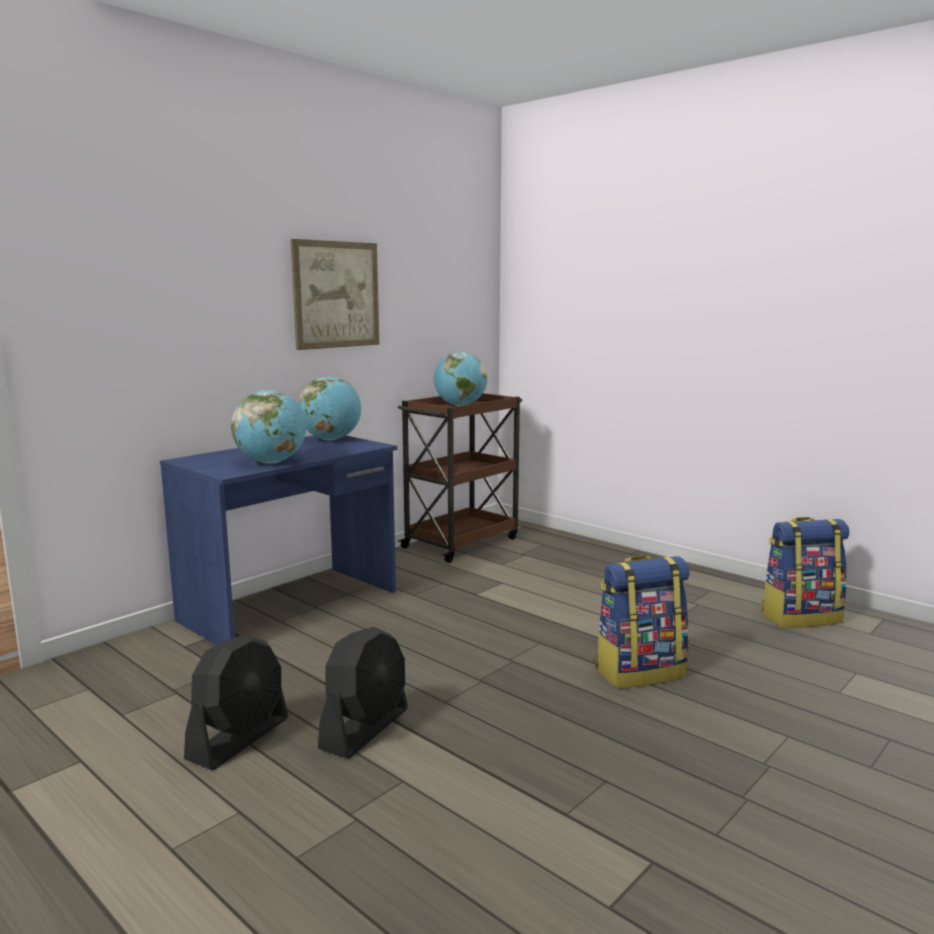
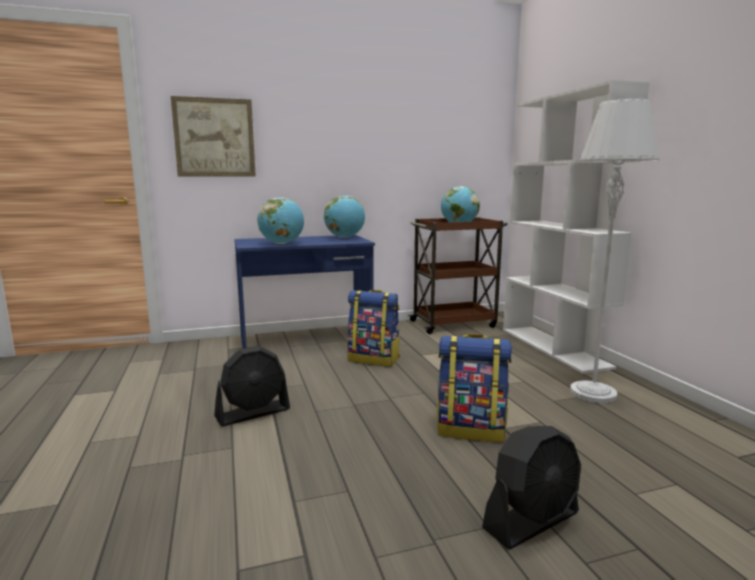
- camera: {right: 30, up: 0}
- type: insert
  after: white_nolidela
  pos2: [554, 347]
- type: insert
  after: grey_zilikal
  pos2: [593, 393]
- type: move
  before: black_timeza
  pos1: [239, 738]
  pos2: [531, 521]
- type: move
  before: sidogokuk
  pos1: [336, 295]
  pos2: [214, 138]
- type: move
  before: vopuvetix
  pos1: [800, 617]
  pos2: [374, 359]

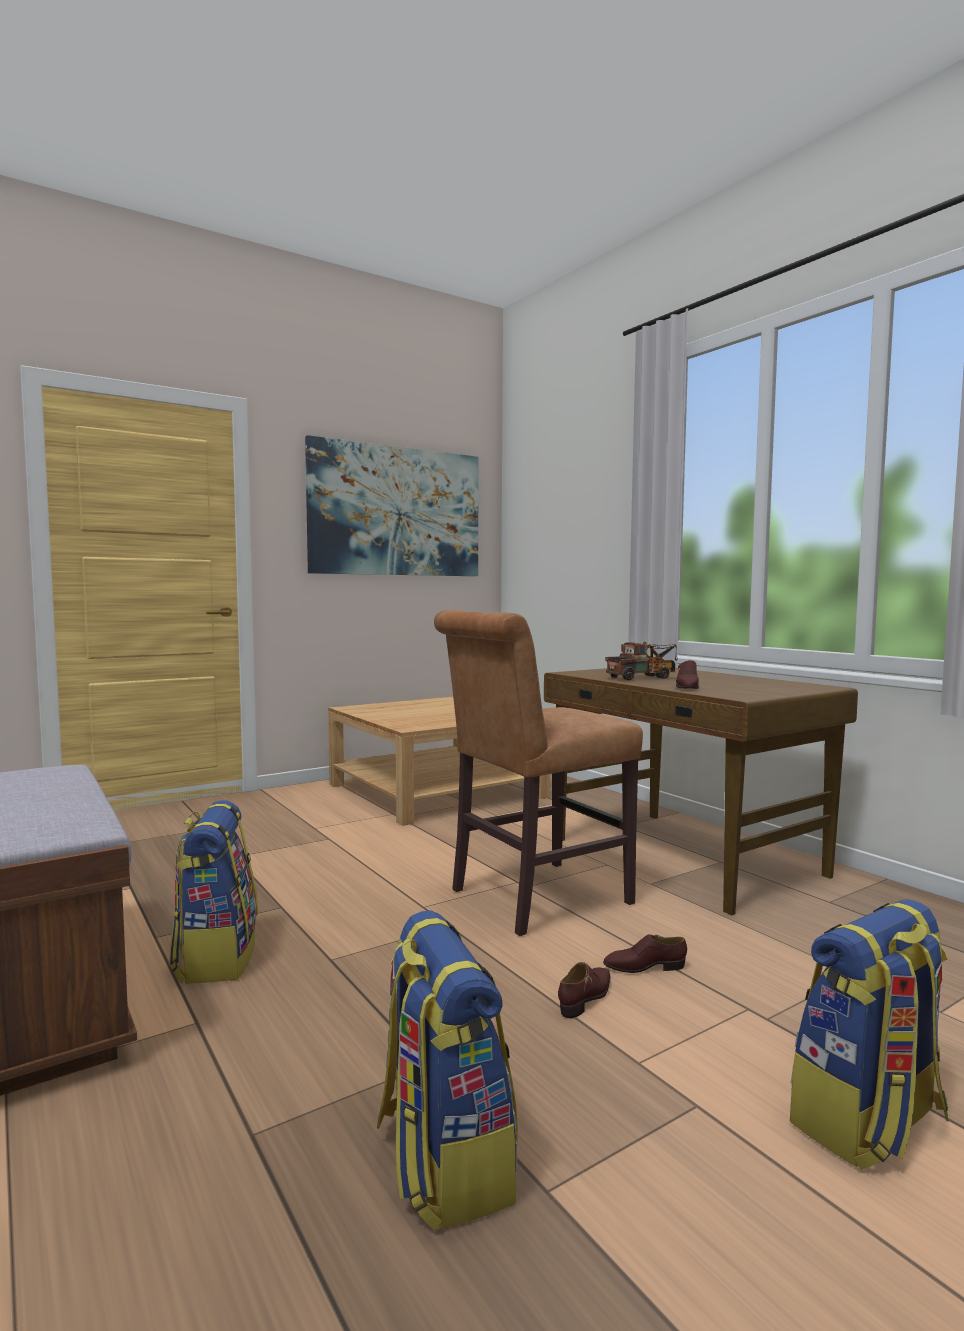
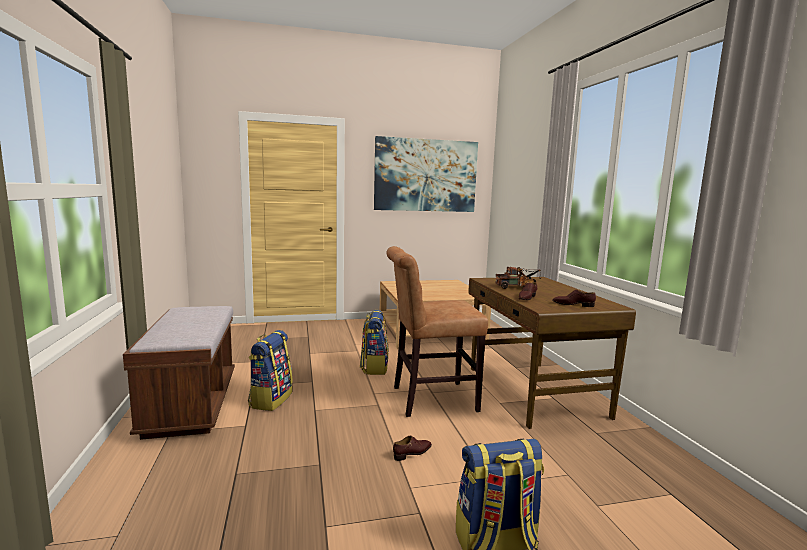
- camera: {right: 20, up: 5}
- type: move
  before: vopuvetix
  pos1: [443, 1161]
  pos2: [374, 367]
- type: move
  before: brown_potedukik
  pos1: [644, 967]
  pos2: [573, 305]

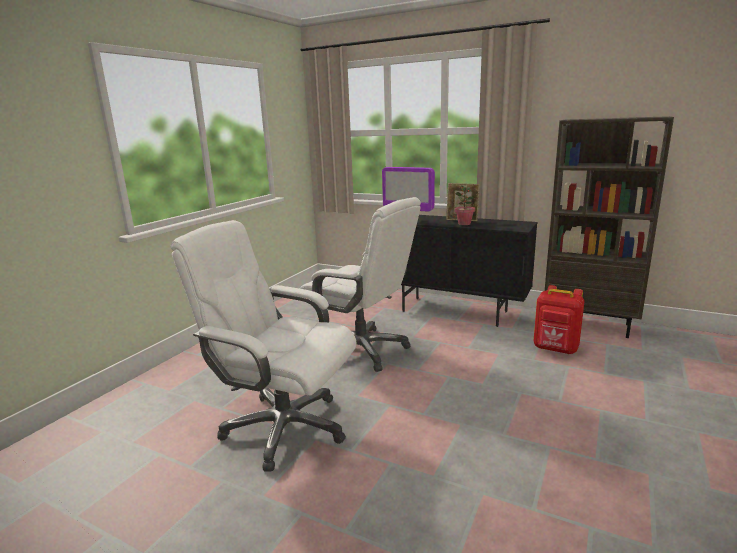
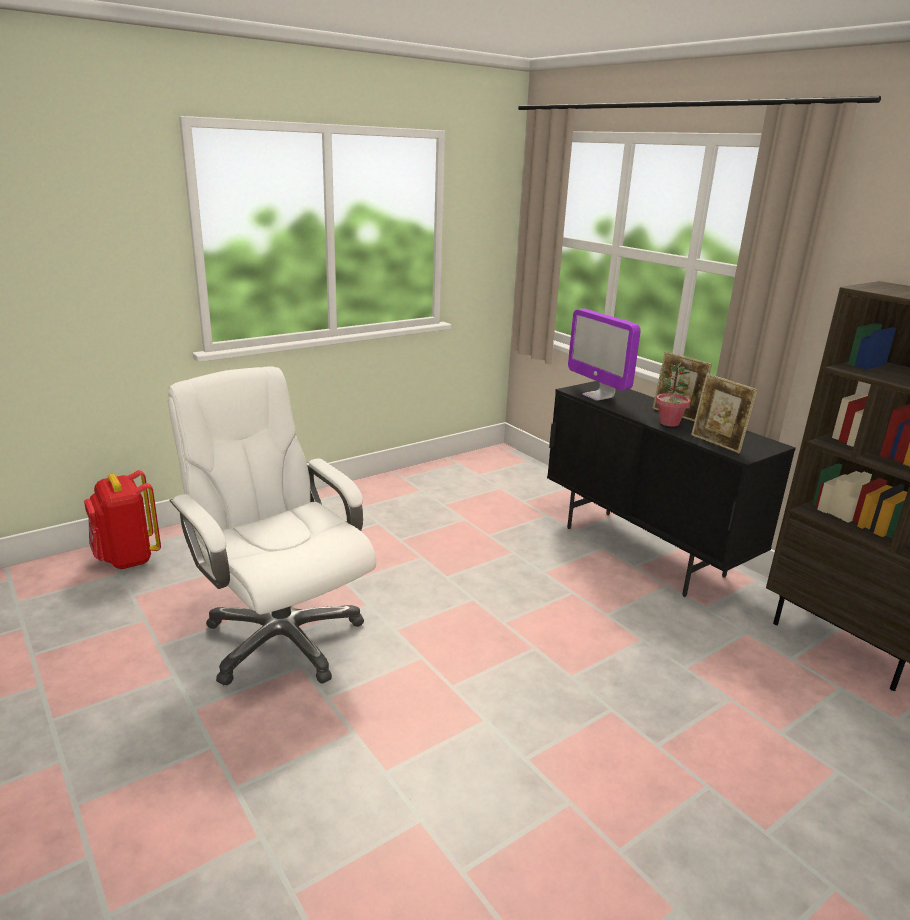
- camera: {right: 25, up: 5}
- type: delete
  before: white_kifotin
  pos1: [362, 350]
- type: insert
  after: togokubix
  pos2: [716, 443]
- type: move
  before: red_vopuvetix
  pos1: [555, 349]
  pos2: [127, 558]

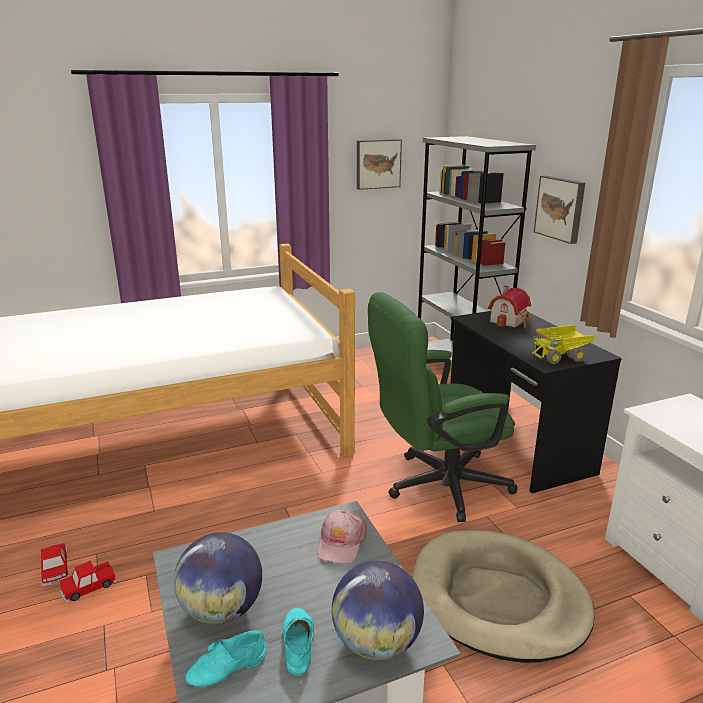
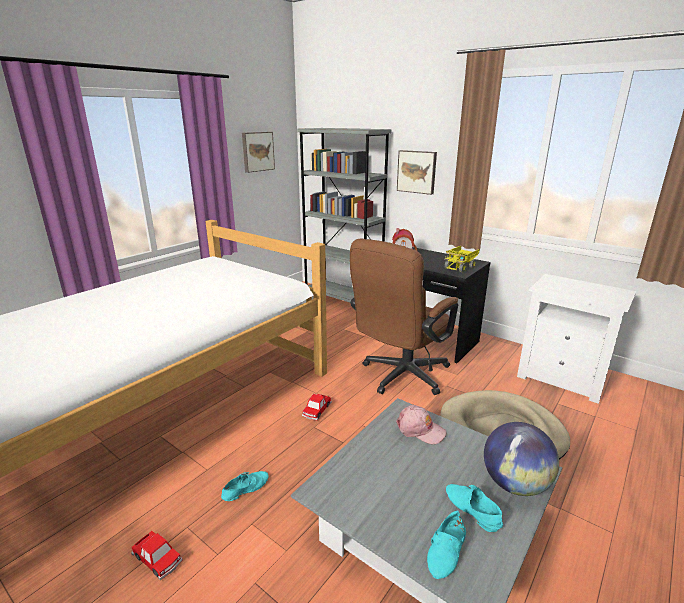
- camera: {right: -30, up: 0}
- type: delete
  before: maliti
  pos1: [222, 609]
- type: insert
  after: turquoise_potedukik
  pos2: [245, 488]
- type: move
  before: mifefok
  pos1: [88, 586]
  pos2: [316, 410]
- type: recolor
  before: green_kifotin
  after: brown_kifotin
  pos1: [437, 486]
  pos2: [400, 377]
- type: rotate
  before: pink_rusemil
  pos1: [341, 542]
  pos2: [420, 429]
  turn: -45

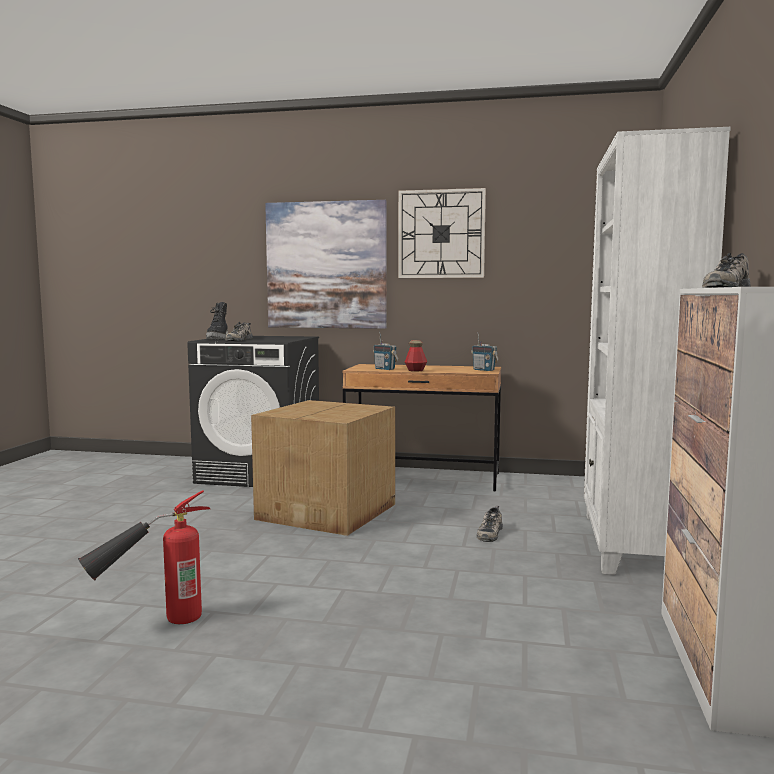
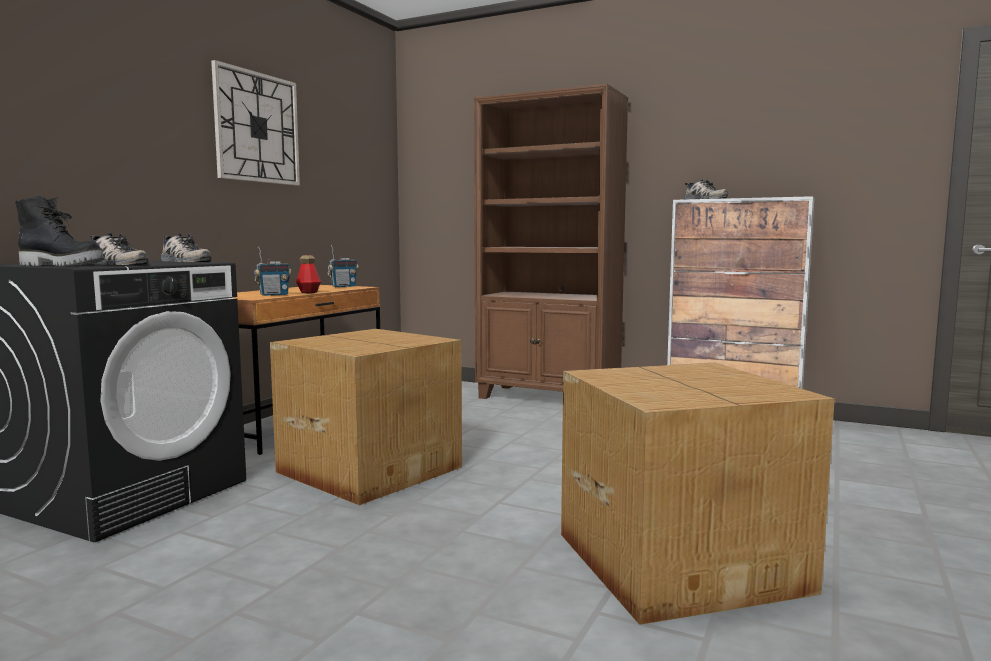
- camera: {right: -75, up: 0}
- type: delete
  before: sidogokuk
  pos1: [326, 265]
- type: move
  before: potedukik
  pos1: [489, 533]
  pos2: [183, 261]
- type: replace
  before: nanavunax
  after: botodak
  pos1: [151, 624]
  pos2: [680, 560]
- type: recolor
  before: white_nolidela
  after: brown_nolidela
  pos1: [633, 545]
  pos2: [548, 398]

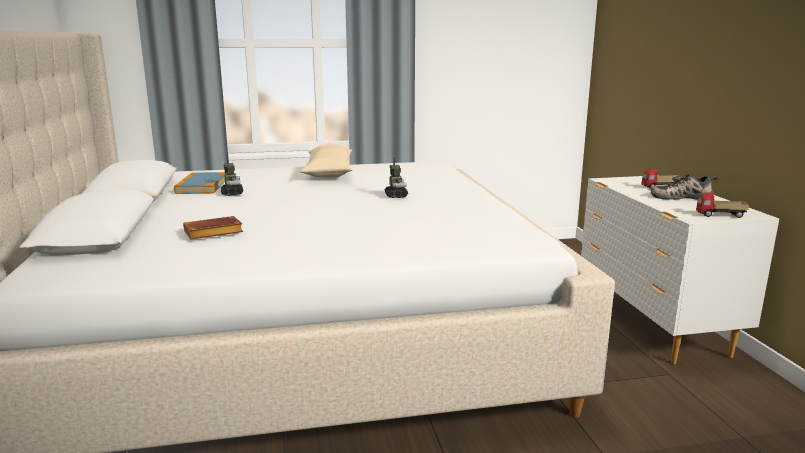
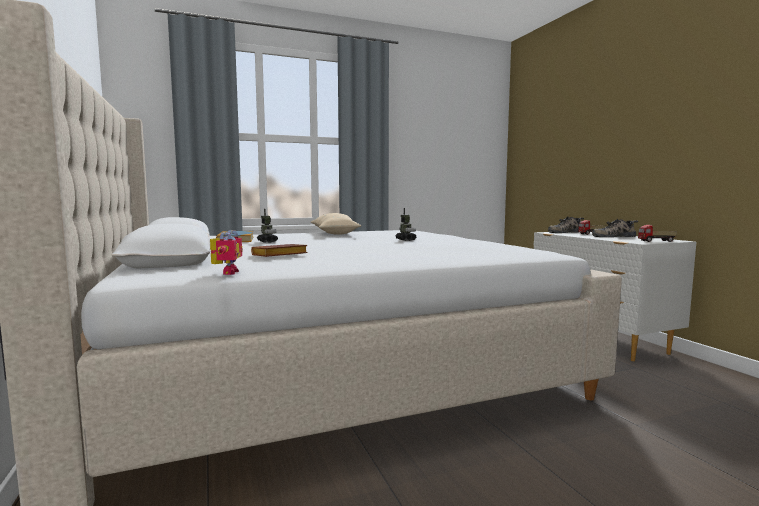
- camera: {right: -10, up: -10}
- type: insert
  after: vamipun
  pos2: [226, 273]
- type: insert
  after: potedukik
  pos2: [564, 232]

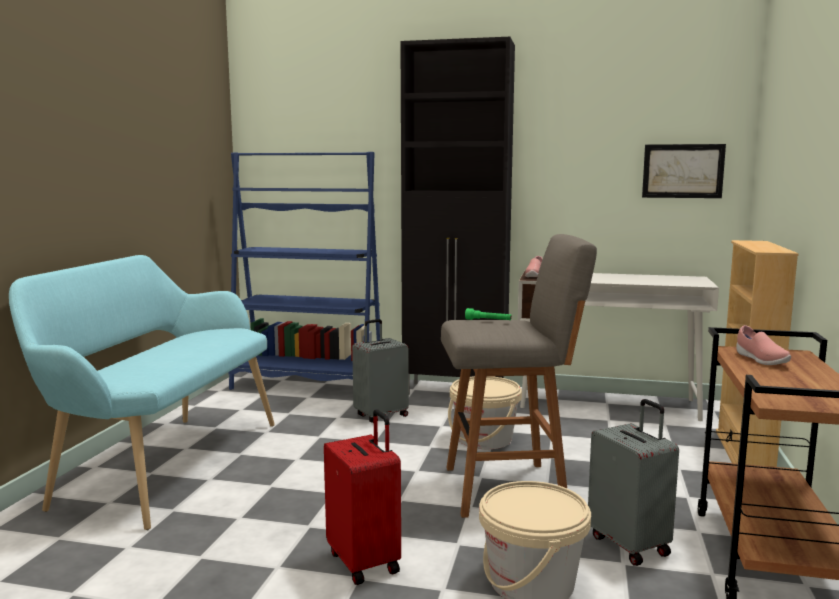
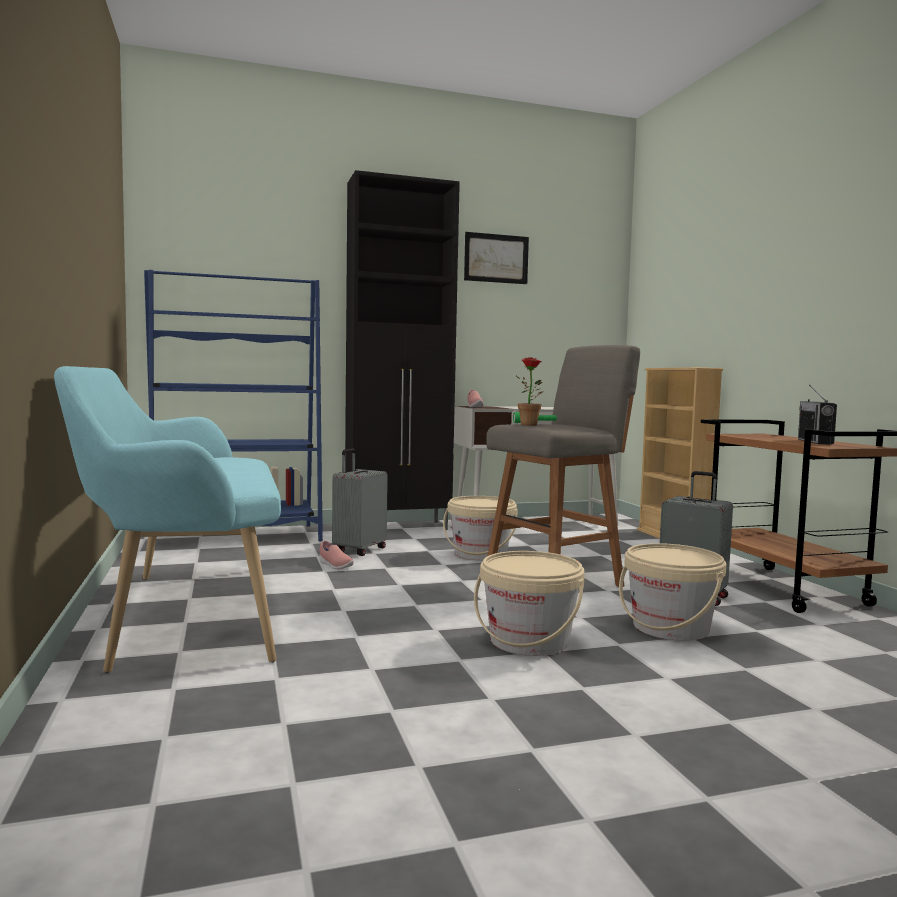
- camera: {right: -30, up: -5}
- type: insert
  after: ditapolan
  pos2: [531, 425]
- type: insert
  after: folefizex
  pos2: [815, 442]
- type: move
  before: sidogokuk
  pos1: [683, 171]
  pos2: [496, 258]
- type: move
  before: pink_potedukik
  pos1: [760, 360]
  pos2: [335, 565]
- type: replace
  before: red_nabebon
  after: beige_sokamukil
  pos1: [365, 562]
  pos2: [529, 641]

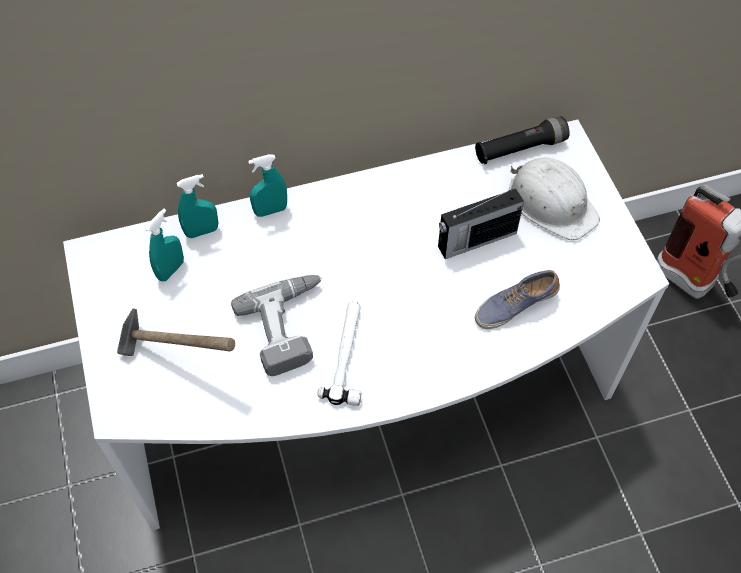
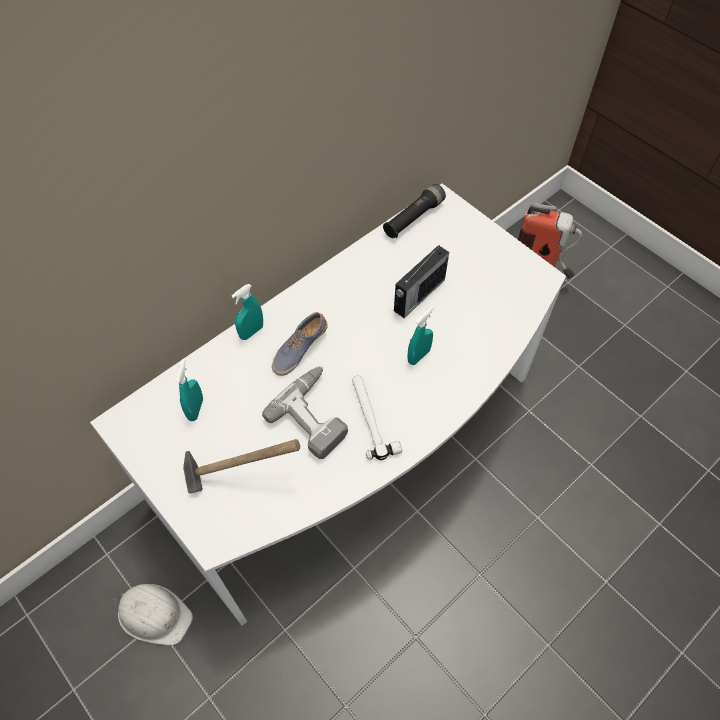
- camera: {right: -25, up: 0}
- type: move
  before: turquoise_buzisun
  pos1: [202, 231]
  pos2: [418, 356]
- type: move
  before: potedukik
  pos1: [515, 305]
  pos2: [299, 349]
- type: move
  before: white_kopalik
  pos1: [551, 202]
  pos2: [154, 614]

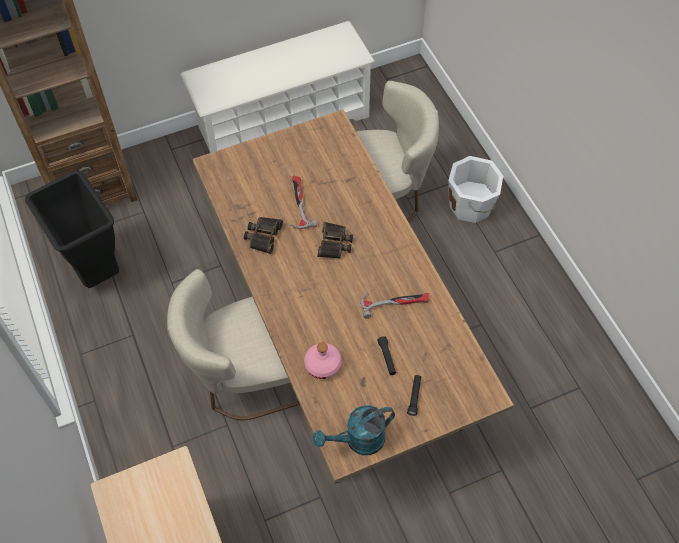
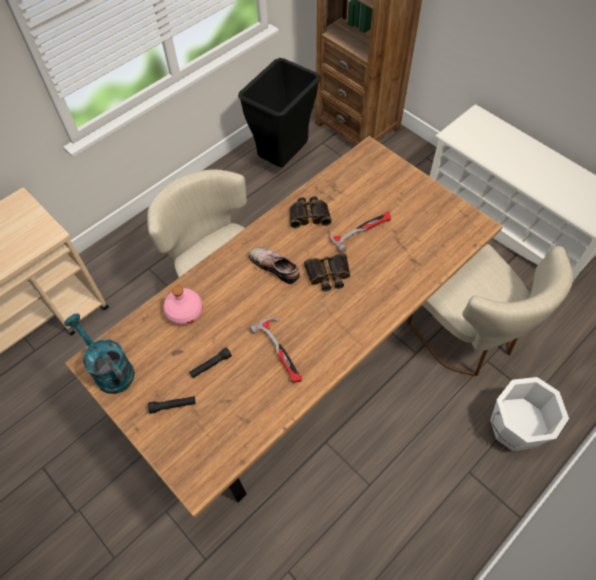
- camera: {right: 70, up: 0}
- type: insert
  after: potedukik
  pos2: [276, 266]

